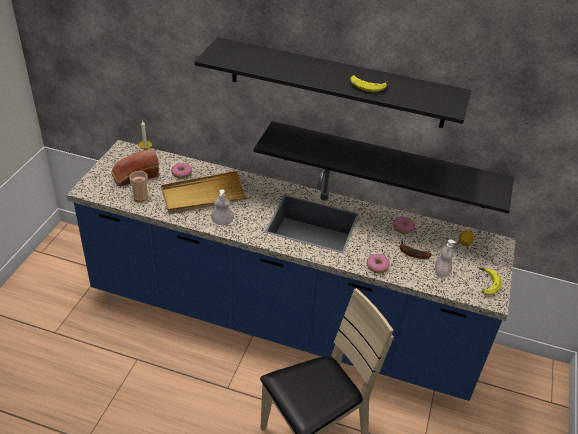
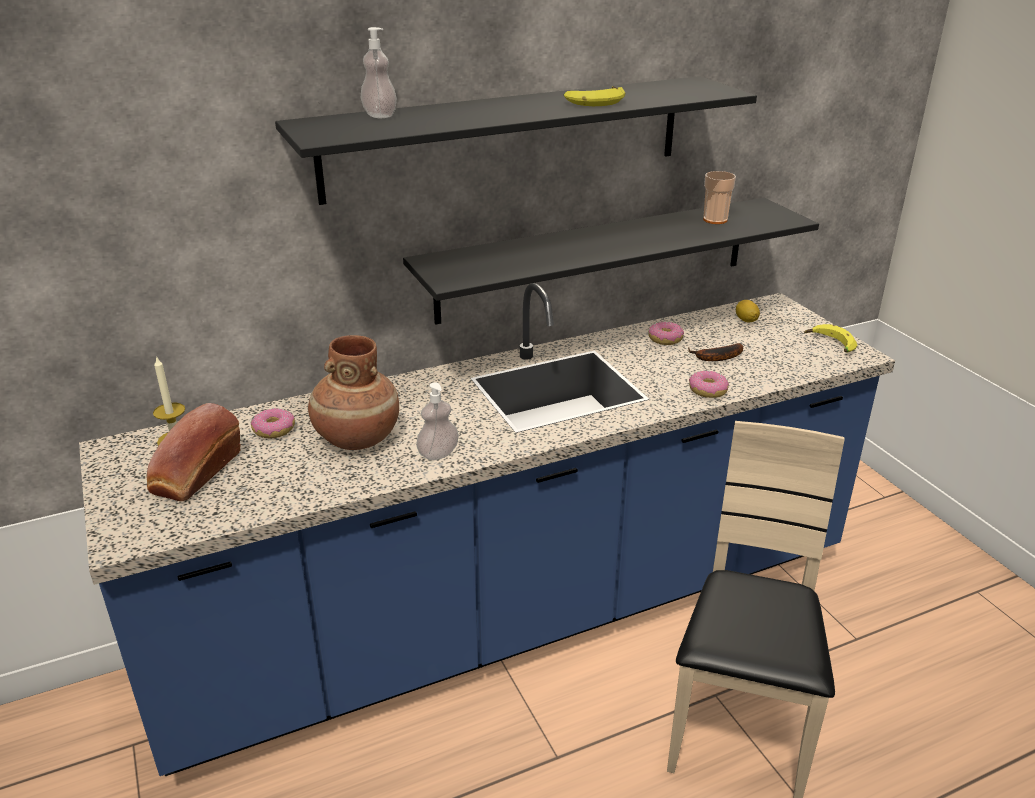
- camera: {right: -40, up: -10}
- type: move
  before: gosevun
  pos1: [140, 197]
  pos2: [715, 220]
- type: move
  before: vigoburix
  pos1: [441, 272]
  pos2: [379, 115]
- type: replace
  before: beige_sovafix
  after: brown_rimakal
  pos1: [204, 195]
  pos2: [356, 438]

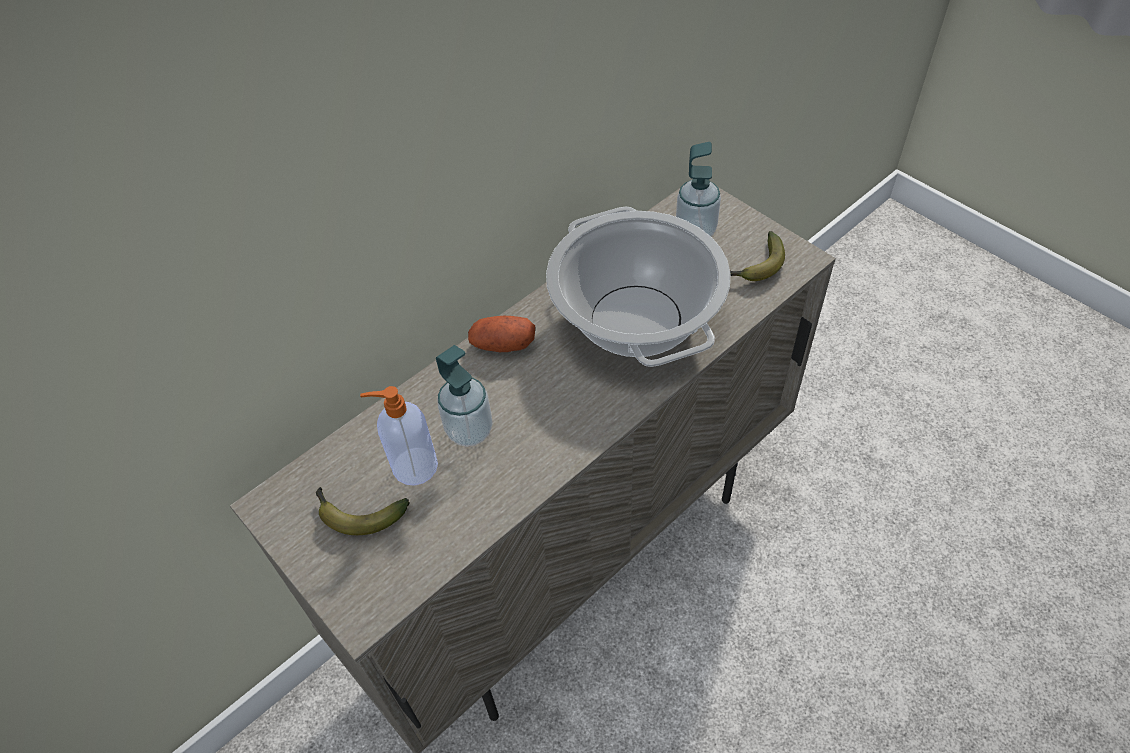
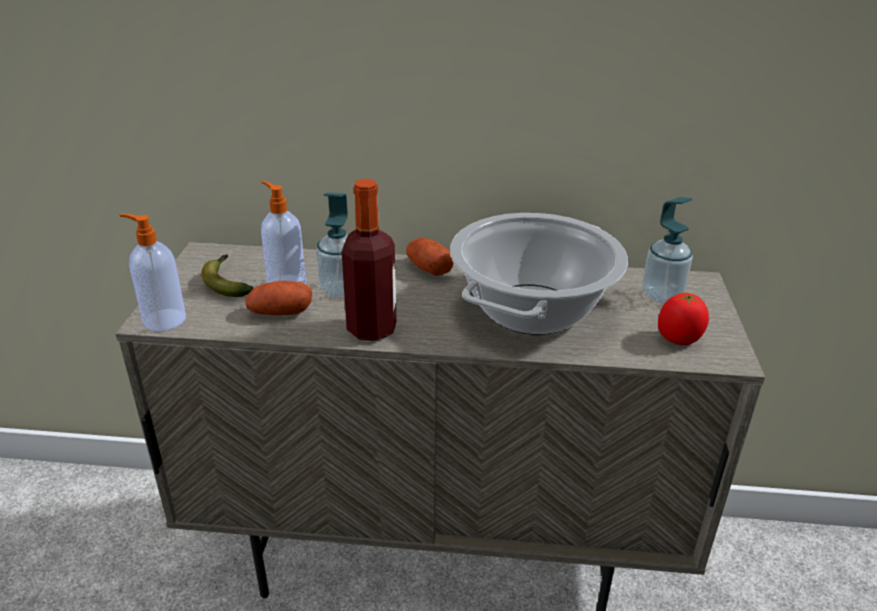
- camera: {right: 45, up: -20}
- type: insert
  after: vigoburix
  pos2: [163, 320]
- type: insert
  after: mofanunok
  pos2: [280, 313]
- type: insert
  after: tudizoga
  pos2: [372, 329]
- type: replace
  before: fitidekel
  after: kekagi
  pos1: [756, 267]
  pos2: [678, 339]

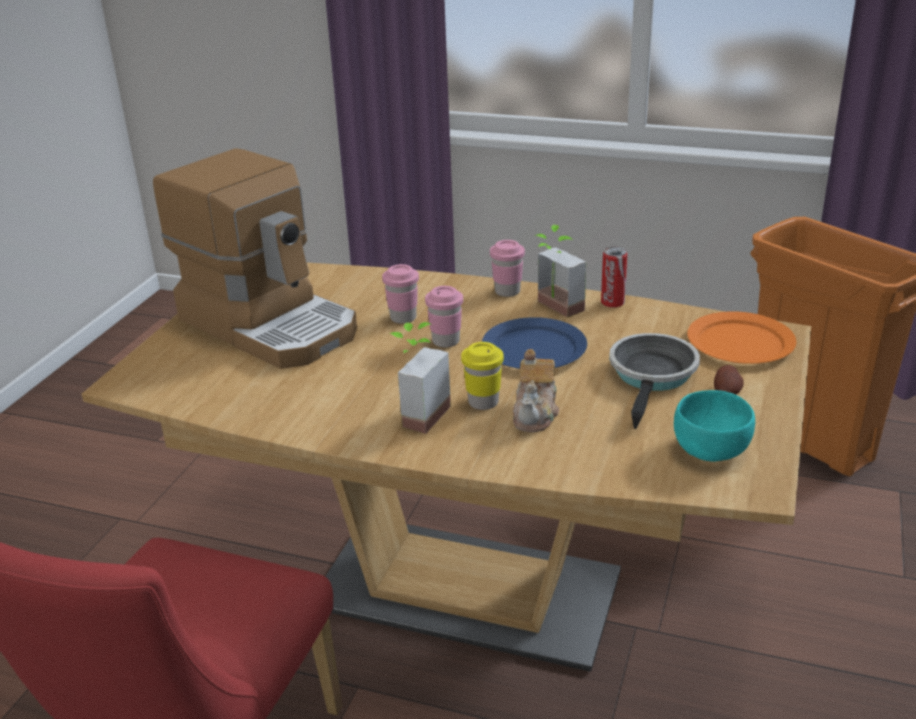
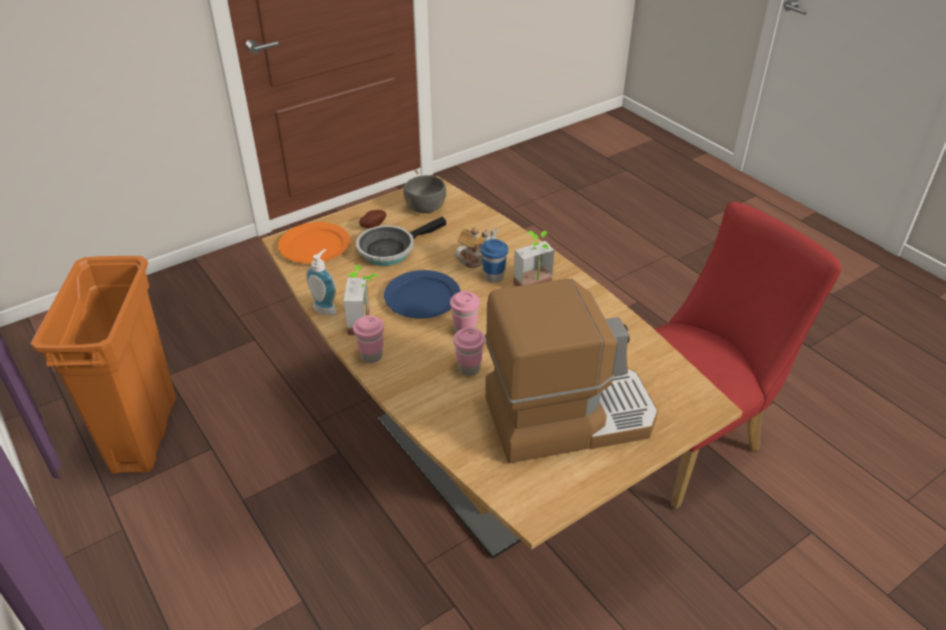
- camera: {right: -145, up: 10}
- type: replace
  before: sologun
  after: vigoburix
  pos1: [612, 303]
  pos2: [326, 308]
- type: recolor
  before: yellow_gosevun
  after: blue_gosevun
  pos1: [483, 402]
  pos2: [493, 277]
- type: recolor
  before: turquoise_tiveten
  after: grey_tiveten
  pos1: [711, 449]
  pos2: [425, 207]
- type: rotate
  before: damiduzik
  pos1: [271, 324]
  pos2: [568, 415]
  turn: 90

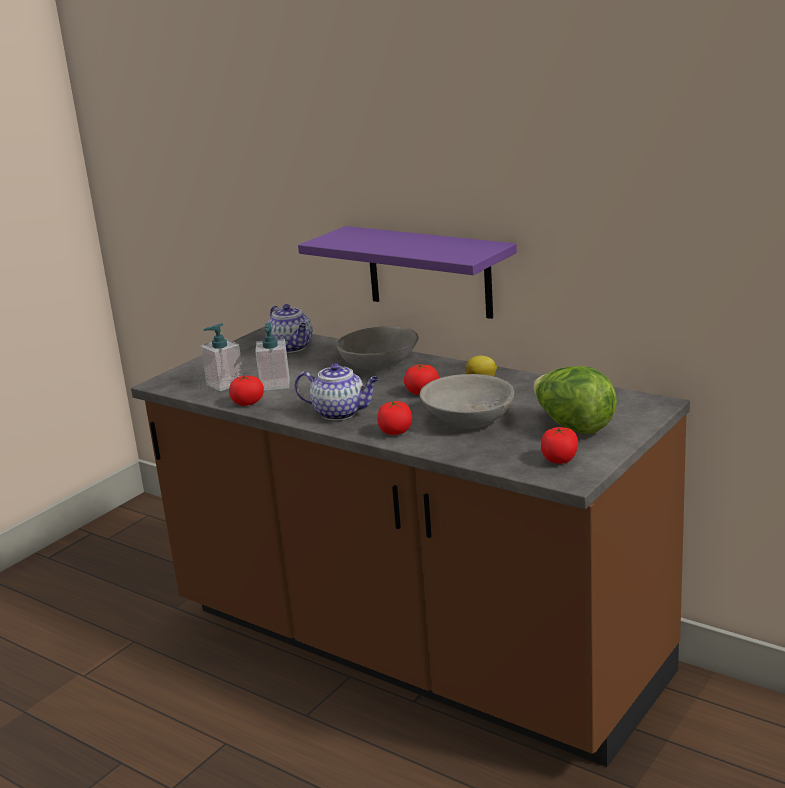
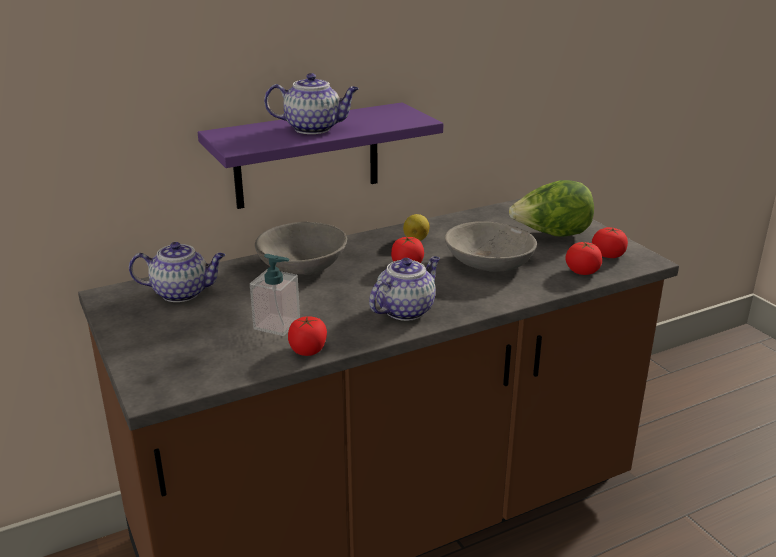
- camera: {right: -65, up: 5}
- type: delete
  before: vigoburix
  pos1: [225, 384]
- type: insert
  after: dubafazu
  pos2: [314, 128]
- type: move
  before: kekagi
  pos1: [395, 431]
  pos2: [582, 271]

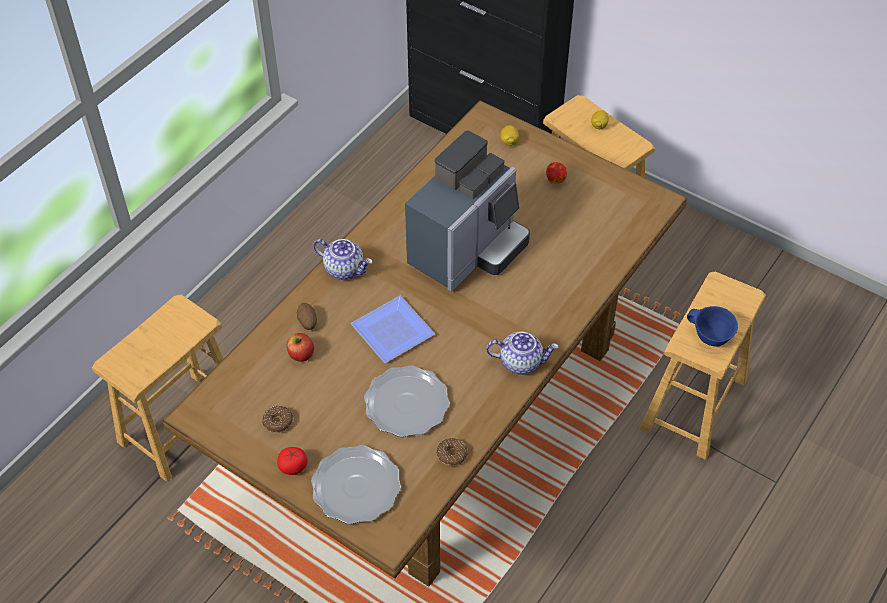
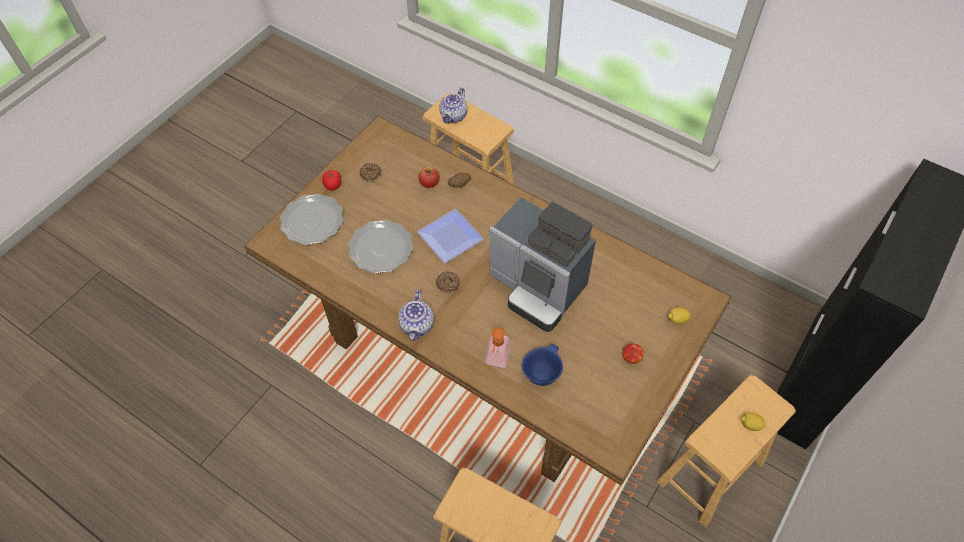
- camera: {right: 90, up: 5}
- type: insert
  after: vigoburix
  pos2: [496, 361]
- type: move
  before: dubafazu
  pos1: [344, 269]
  pos2: [454, 116]
- type: move
  before: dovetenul
  pos1: [452, 455]
  pos2: [447, 284]
- type: move
  before: blue_tiveten
  pos1: [710, 337]
  pos2: [541, 374]

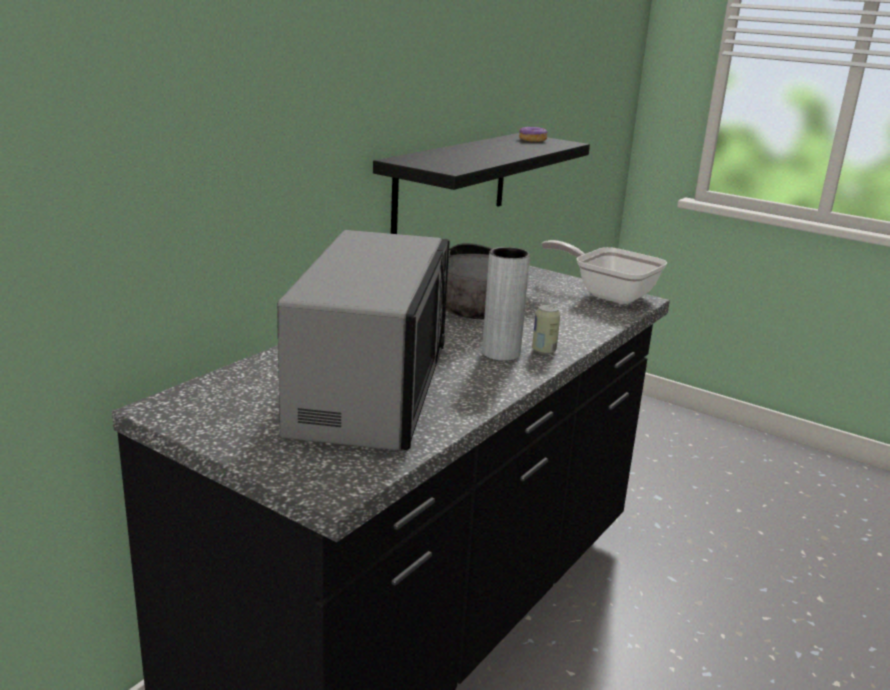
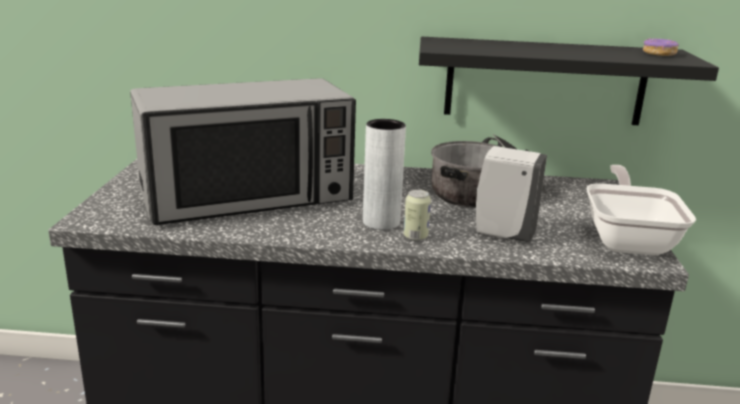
- camera: {right: 60, up: 0}
- type: insert
  after: white_vigoburix
  pos2: [502, 234]

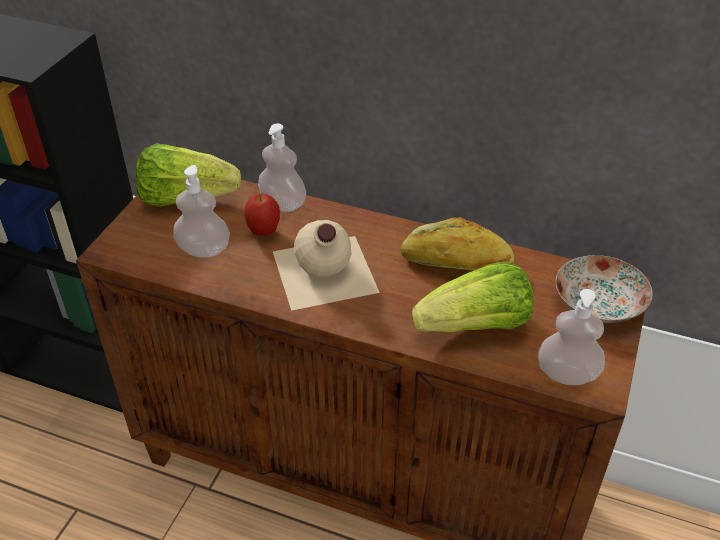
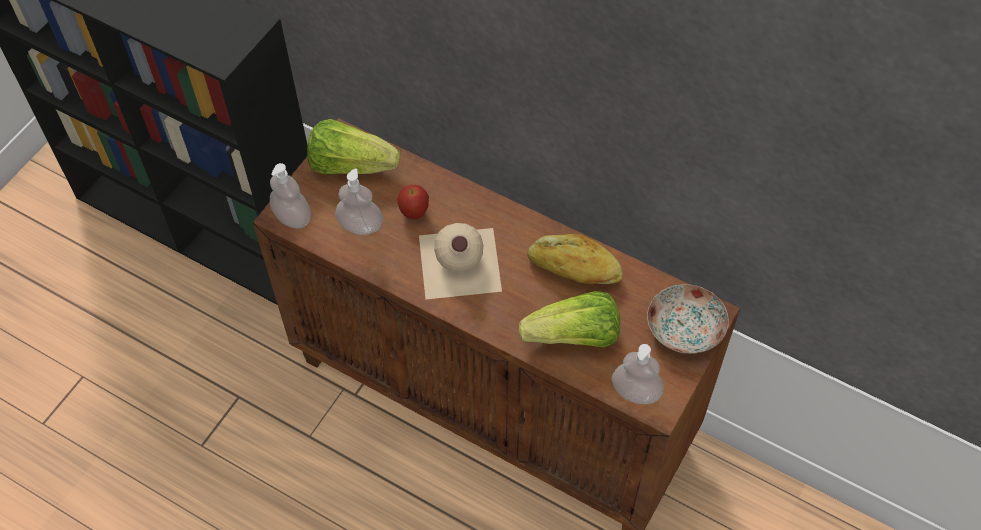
- camera: {right: 10, up: 15}
- type: move
  before: vigoburix
  pos1: [283, 204]
  pos2: [292, 217]

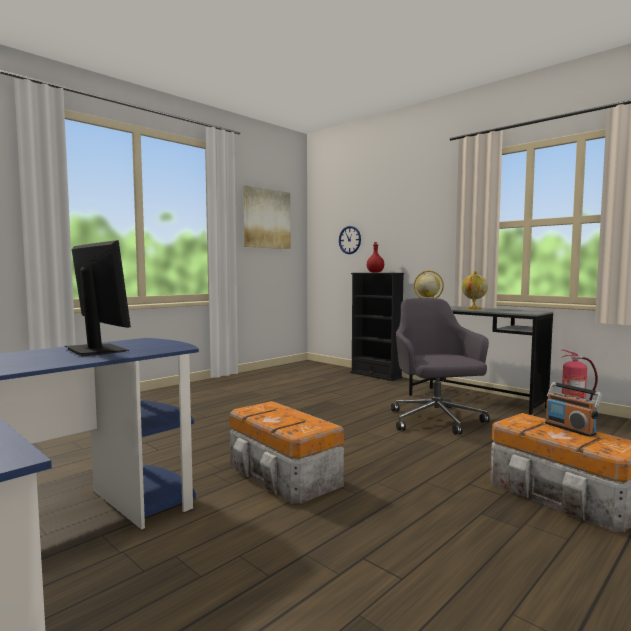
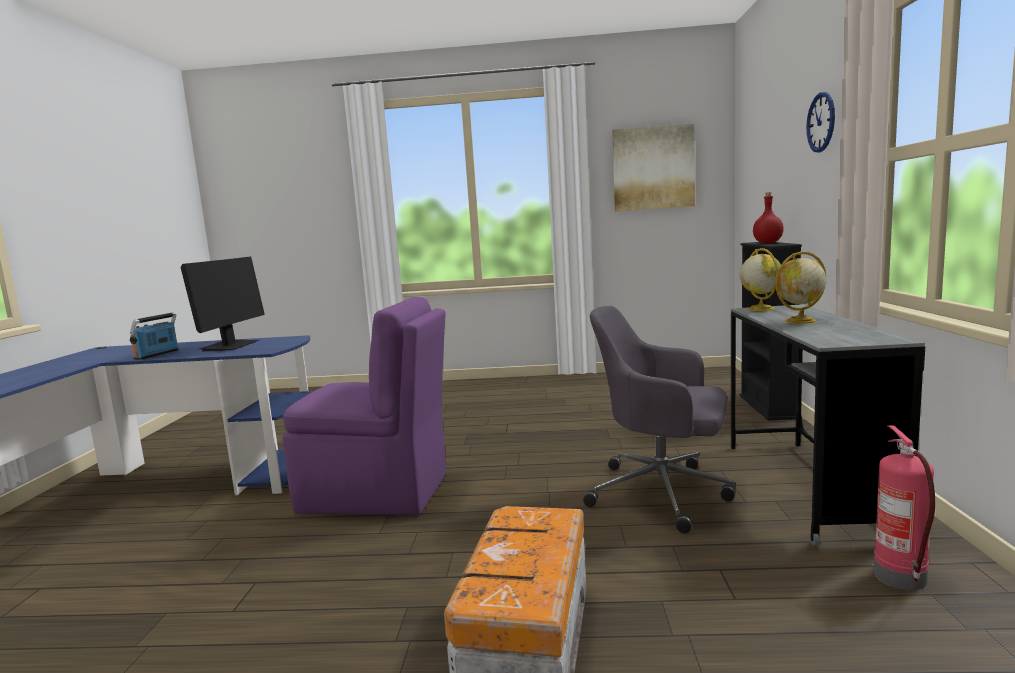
- camera: {right: 50, up: 5}
- type: move
  before: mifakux
  pos1: [349, 240]
  pos2: [821, 122]
- type: move
  before: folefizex
  pos1: [570, 429]
  pos2: [157, 355]
- type: replace
  before: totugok
  after: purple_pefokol
  pos1: [283, 475]
  pos2: [378, 493]
- type: rotate
  before: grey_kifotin
  pos1: [436, 421]
  pos2: [663, 493]
  turn: -105

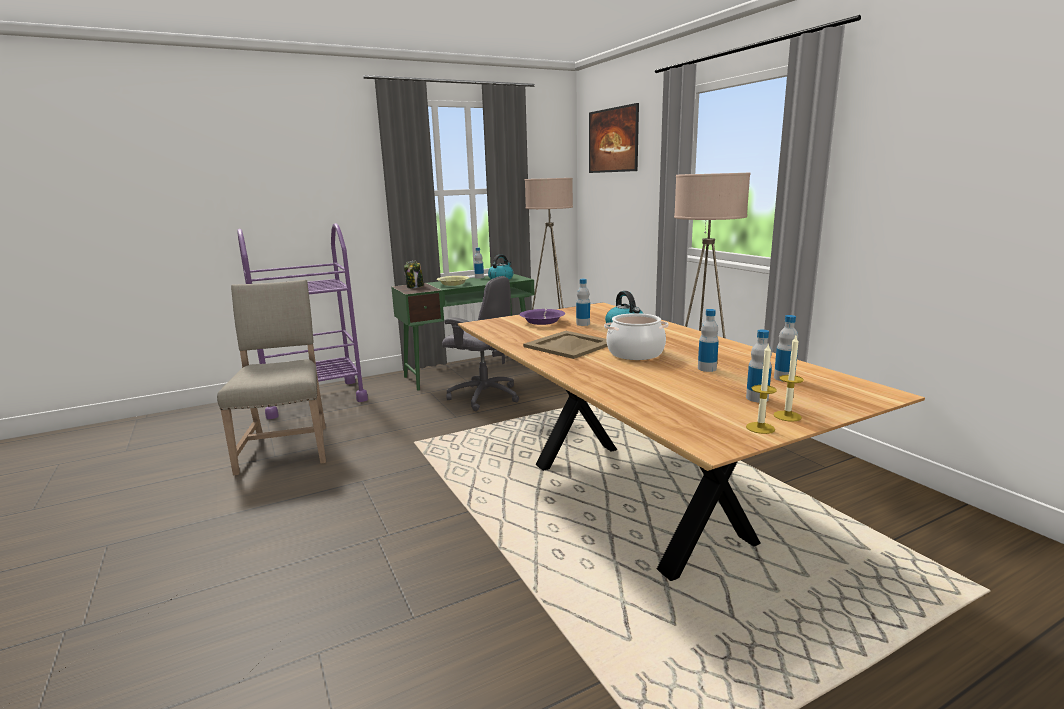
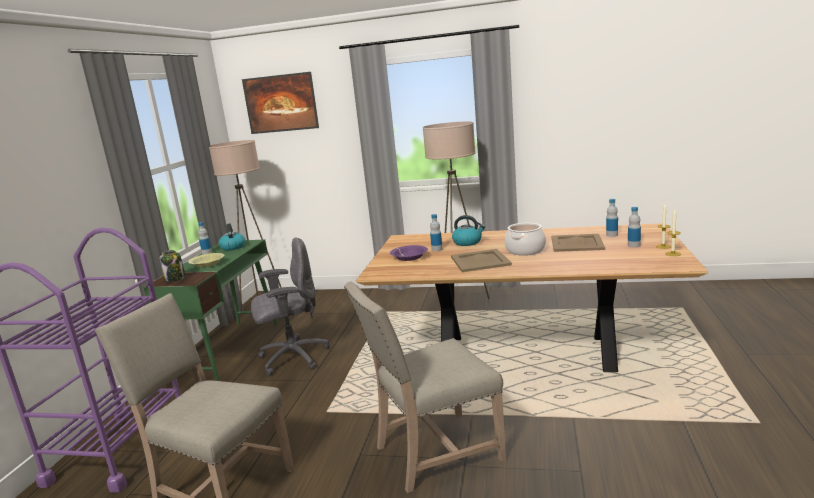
- camera: {right: -50, up: 0}
- type: insert
  after: beige_pefokol
  pos2: [434, 452]
- type: replace
  before: tudizoga
  after: beige_sovafix
  pos1: [707, 368]
  pos2: [576, 243]

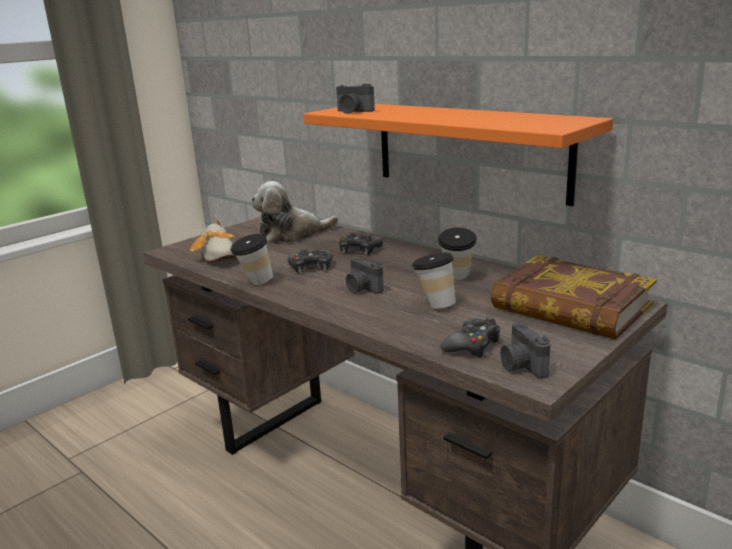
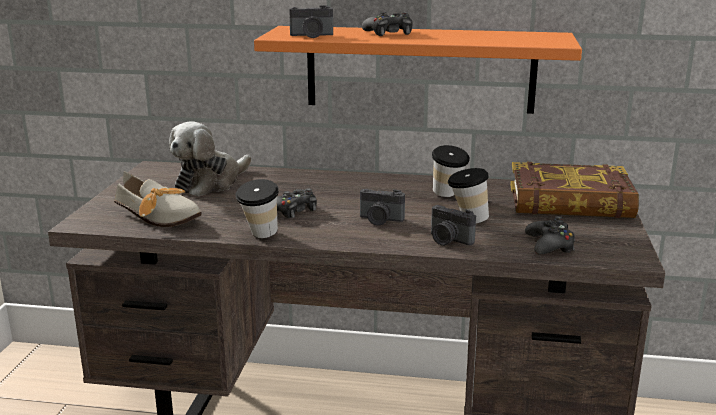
- camera: {right: -35, up: 0}
- type: move
  before: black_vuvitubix
  pos1: [359, 250]
  pos2: [389, 33]
- type: move
  before: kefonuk
  pos1: [521, 366]
  pos2: [448, 240]

